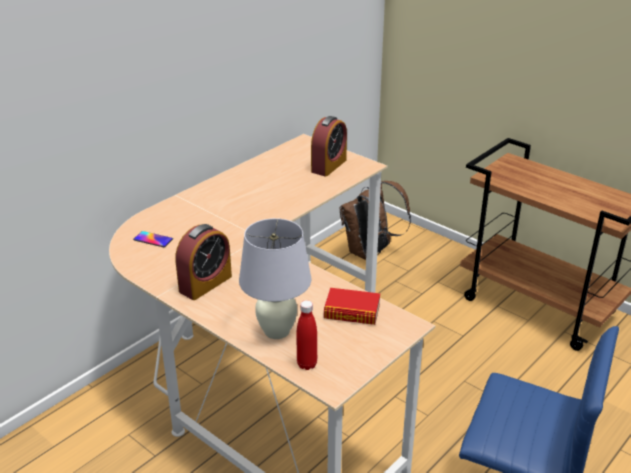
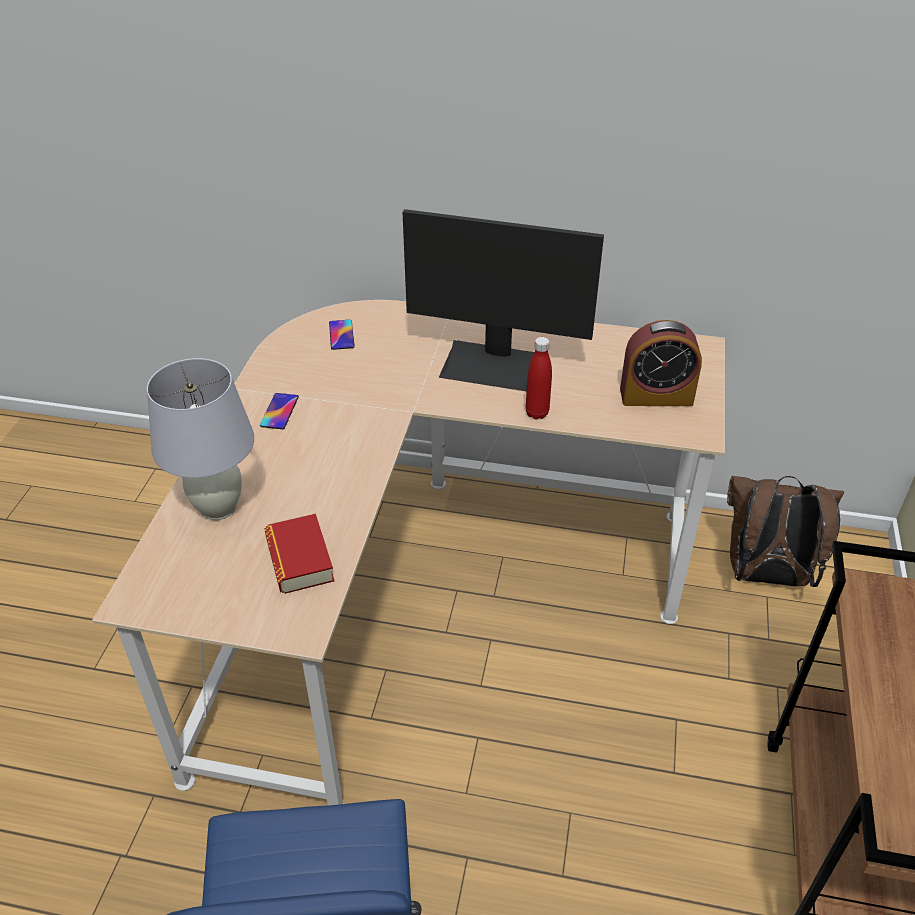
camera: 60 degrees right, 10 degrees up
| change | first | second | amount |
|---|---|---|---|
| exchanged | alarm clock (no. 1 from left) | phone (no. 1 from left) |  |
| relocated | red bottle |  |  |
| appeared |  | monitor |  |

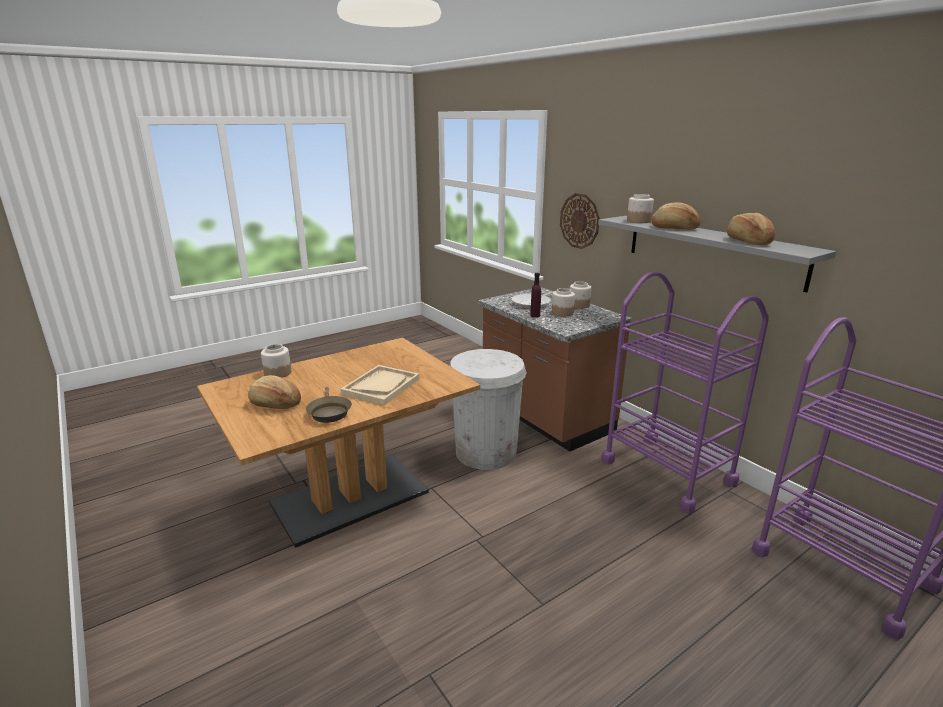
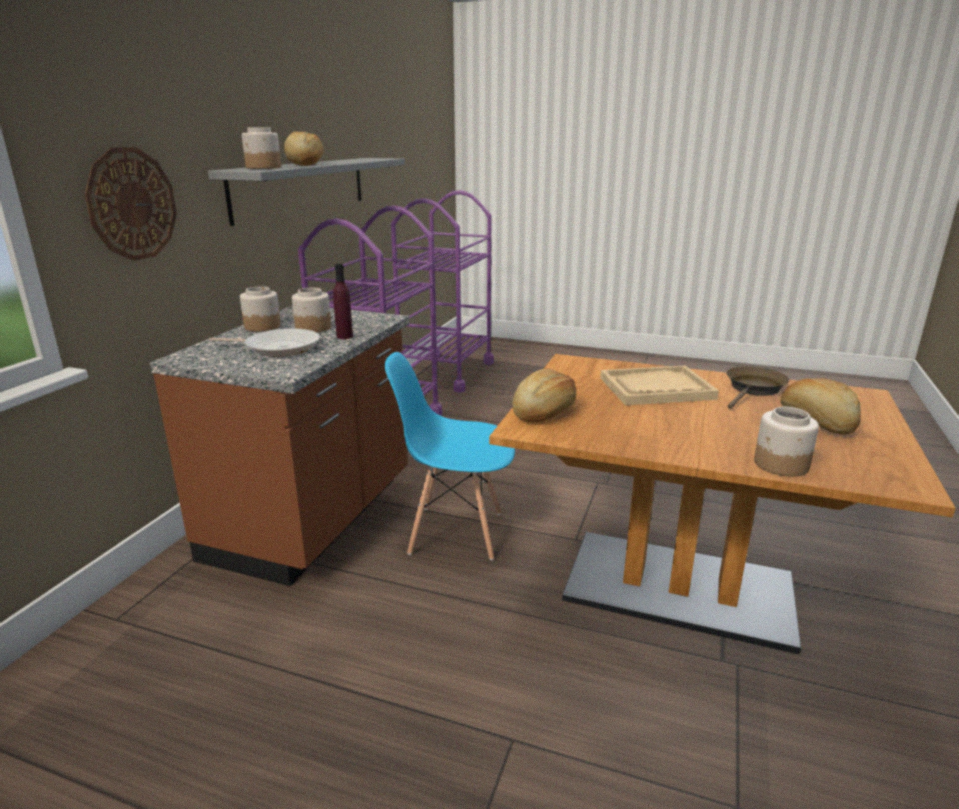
camera: 125 degrees left, 0 degrees up
| change | first | second | amount |
|---|---|---|---|
| relocated | bread (no. 3 from left in the first image) | bread (no. 2 from left) |  |
| exchanged | white trash can | blue chair |  |

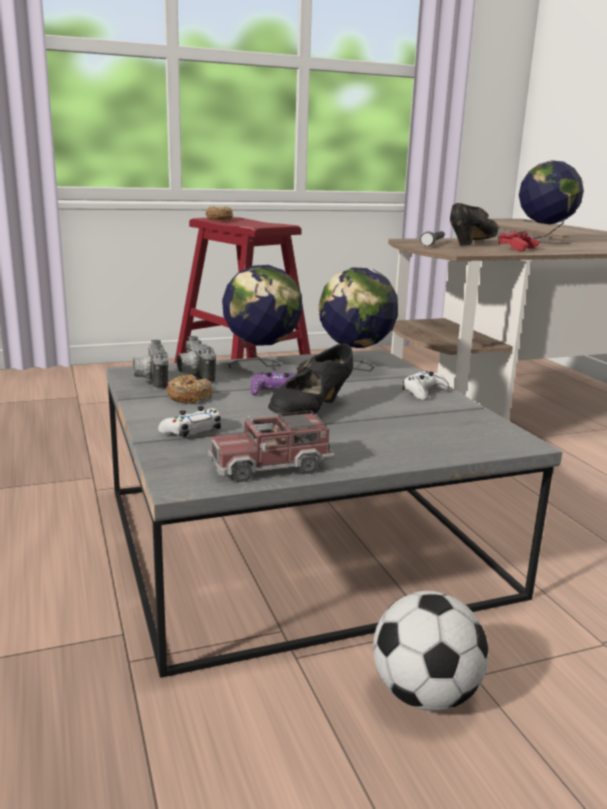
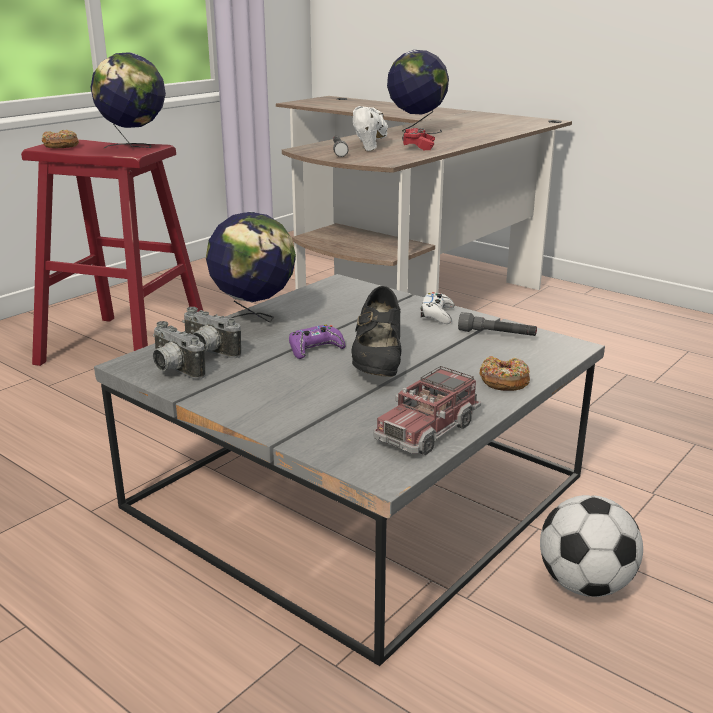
camera: 30 degrees left, 5 degrees up
| change | first | second | amount |
|---|---|---|---|
| colour | black shoe (no. 2 from left) | white shoe |  |
| relocated | globe (no. 2 from left in the first image) | globe (no. 1 from left) |  |
| relocated | donut (no. 1 from left in the first image) | donut (no. 2 from left) |  |
| missing | white game controller (no. 1 from left) |  |  |
| appeared |  | grey flashlight (no. 2 from left) |  |

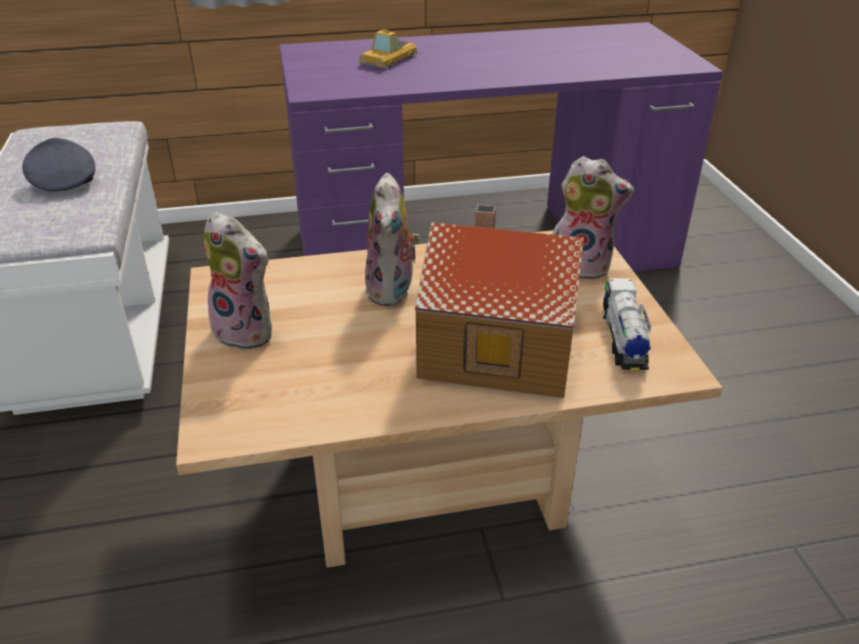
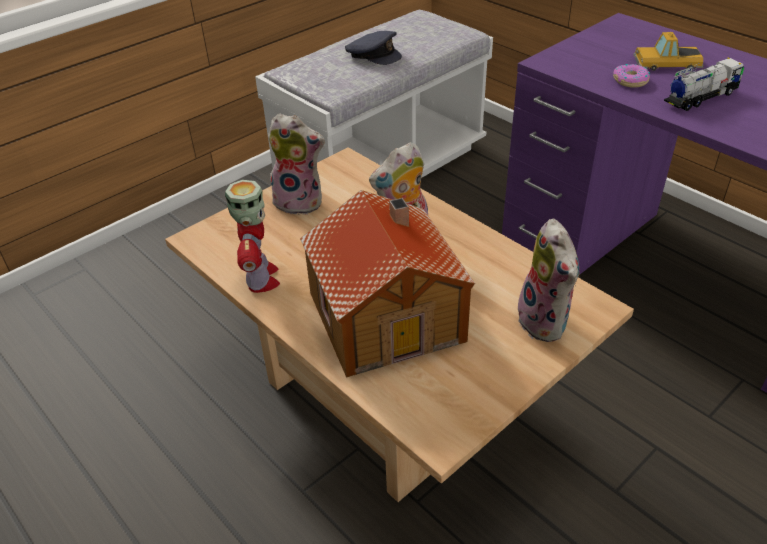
camera: 60 degrees right, 5 degrees up
| change | first | second | amount |
|---|---|---|---|
| spun | grey cap |  | 90 degrees clockwise |
| spun | plush toy (no. 1 from left) |  | 75 degrees counterclockwise |
| relocated | toy truck |  |  |
| appeared |  | donut |  |
| appeared |  | toy robot |  |

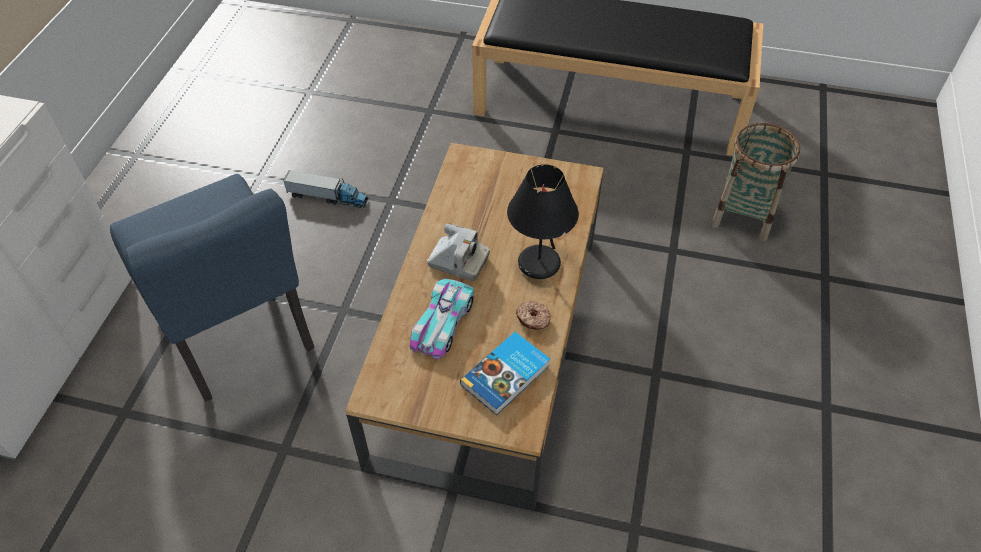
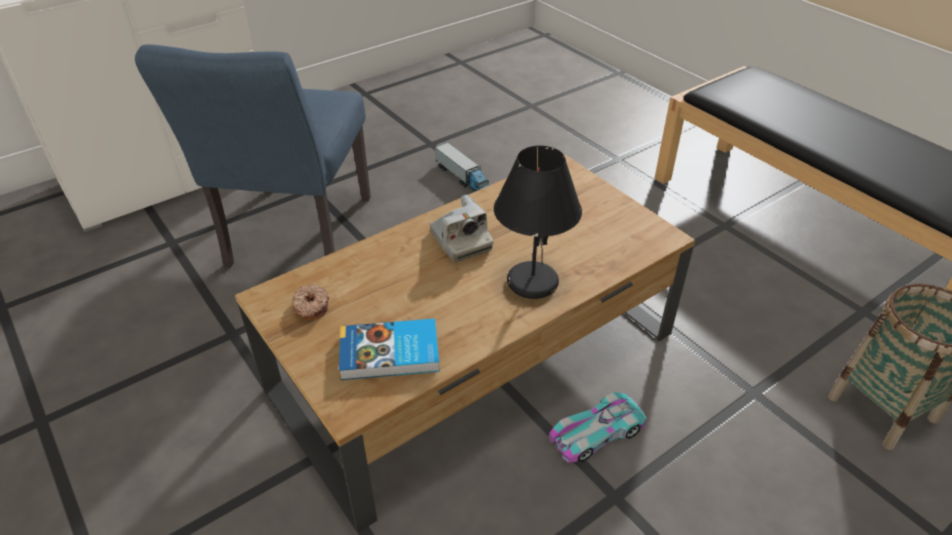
camera: 40 degrees right, 10 degrees down
| change | first | second | amount |
|---|---|---|---|
| relocated | toy car |  |  |
| relocated | donut |  |  |

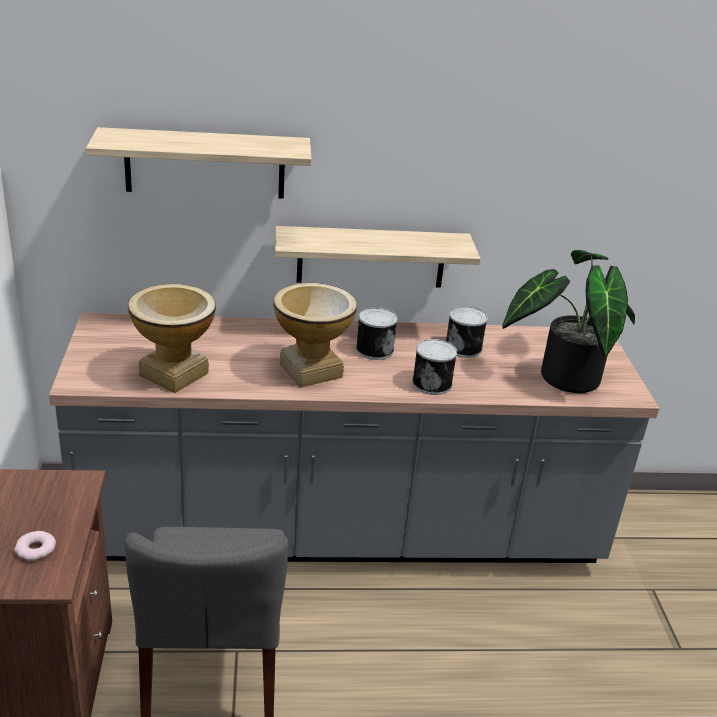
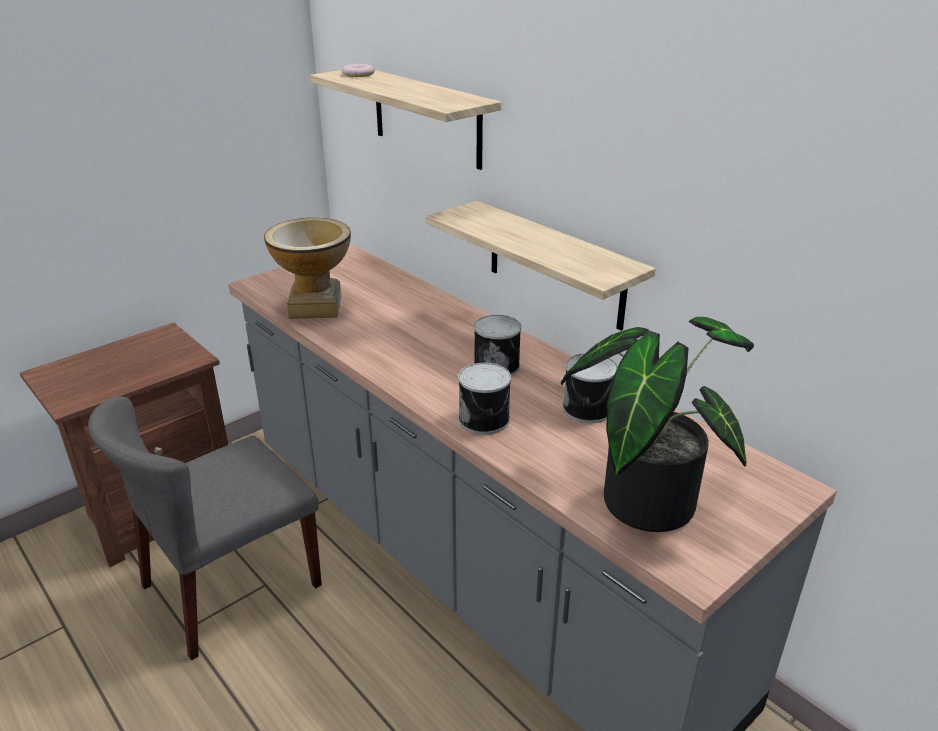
camera: 55 degrees right, 0 degrees up
| change | first | second | amount |
|---|---|---|---|
| missing | vase (no. 2 from left) |  |  |
| relocated | donut |  |  |

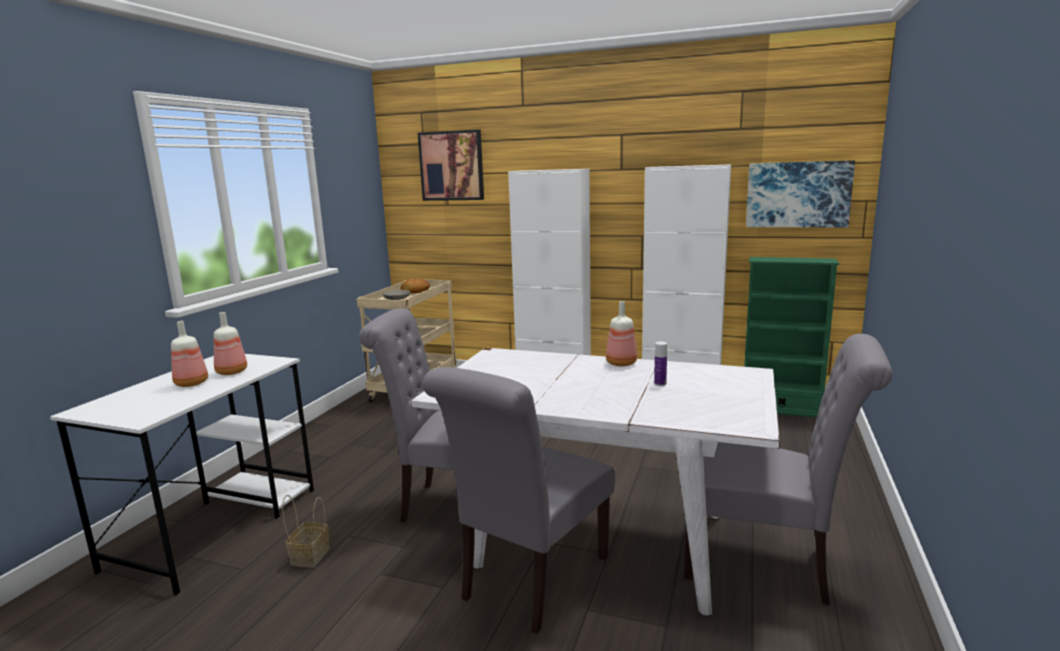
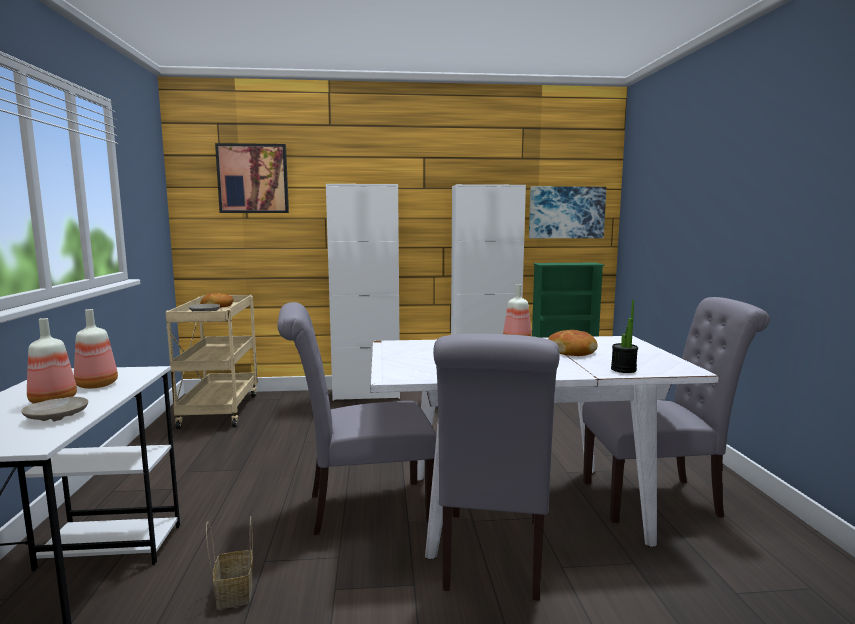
camera: 25 degrees left, 5 degrees down
| change | first | second | amount |
|---|---|---|---|
| exchanged | bottle (no. 4 from left) | bread (no. 2 from left) |  |
| appeared |  | potted plant |  |
| appeared |  | beige plate |  |

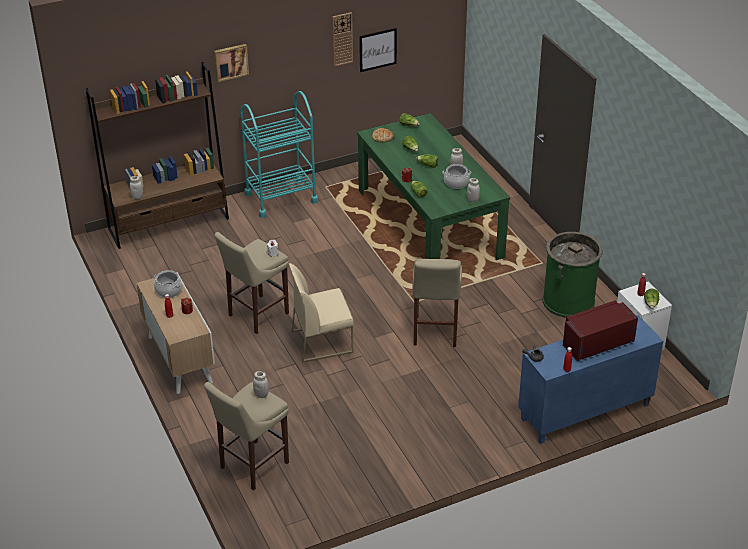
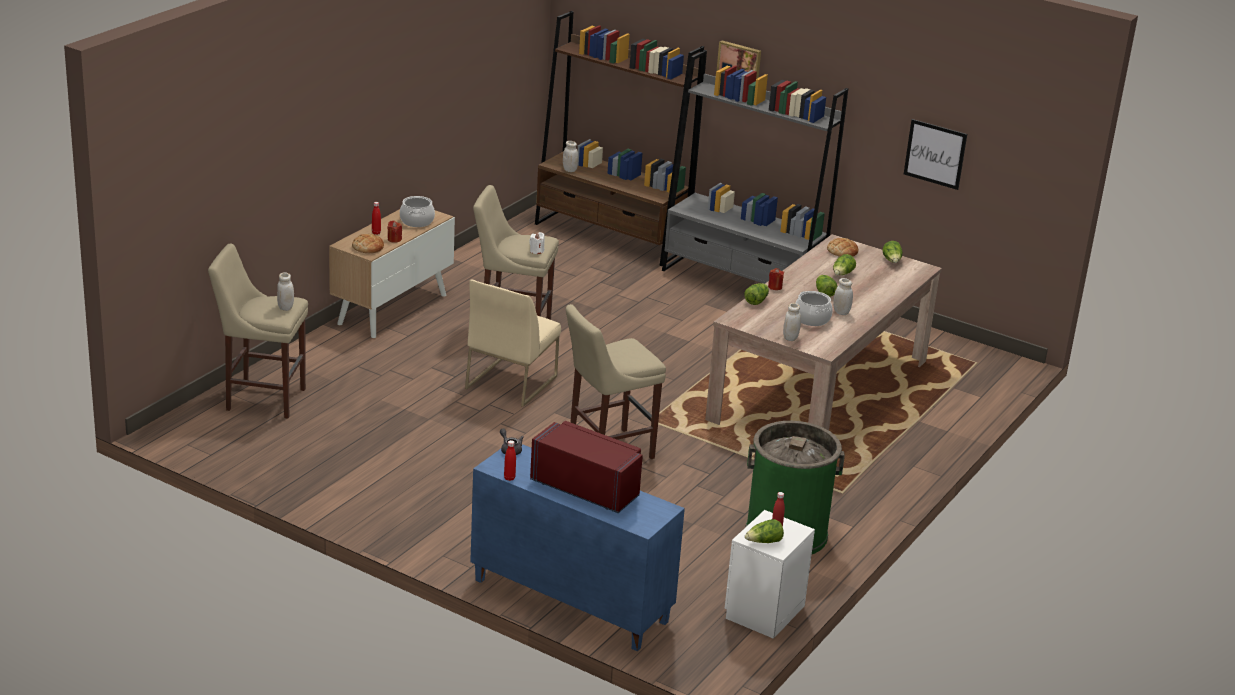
camera: 55 degrees right, 10 degrees down
| change | first | second | amount |
|---|---|---|---|
| missing | wall clock |  |  |
| exchanged | turquoise cart | grey bookcase |  |
| colour | green dining table | beige dining table |  |
| spun | beige chair |  | 105 degrees counterclockwise |
| appeared |  | bread (no. 1 from left) |  |

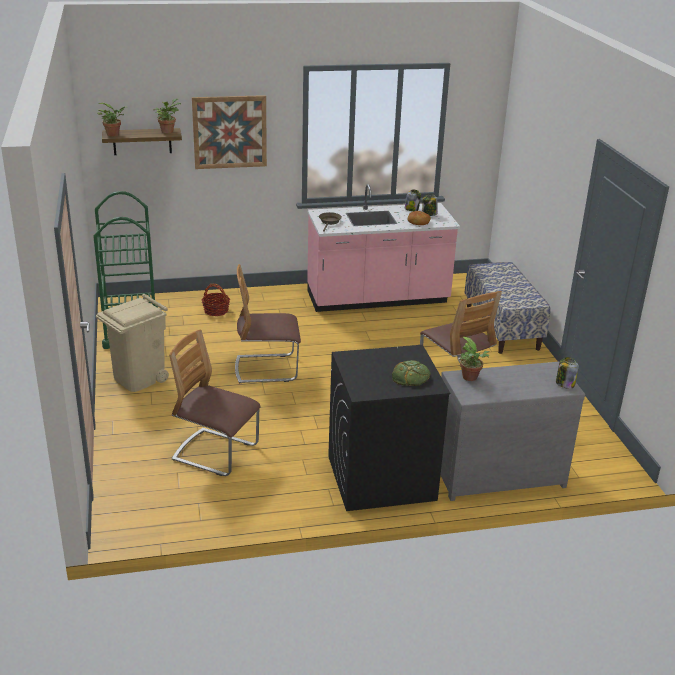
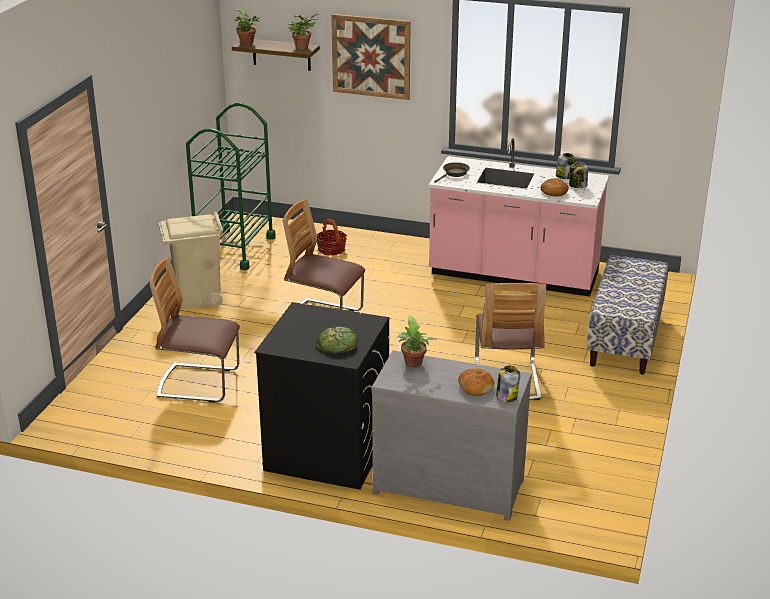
camera: 30 degrees right, 0 degrees up
| change | first | second | amount |
|---|---|---|---|
| spun | chair (no. 1 from left) |  | 45 degrees counterclockwise |
| appeared |  | bread (no. 2 from left) |  |

